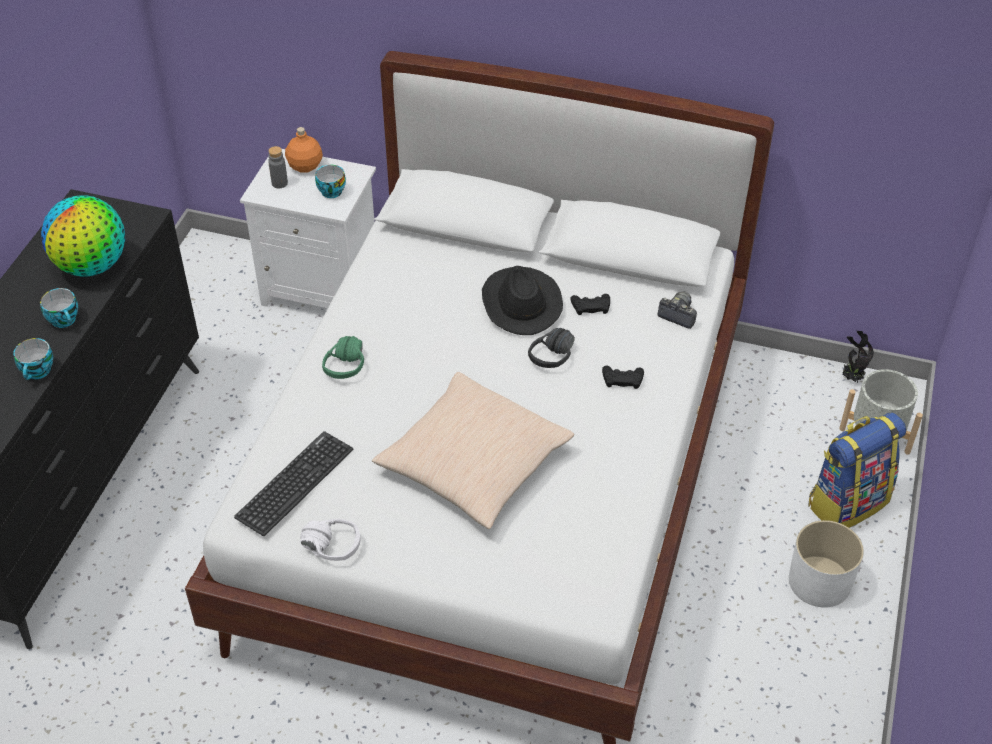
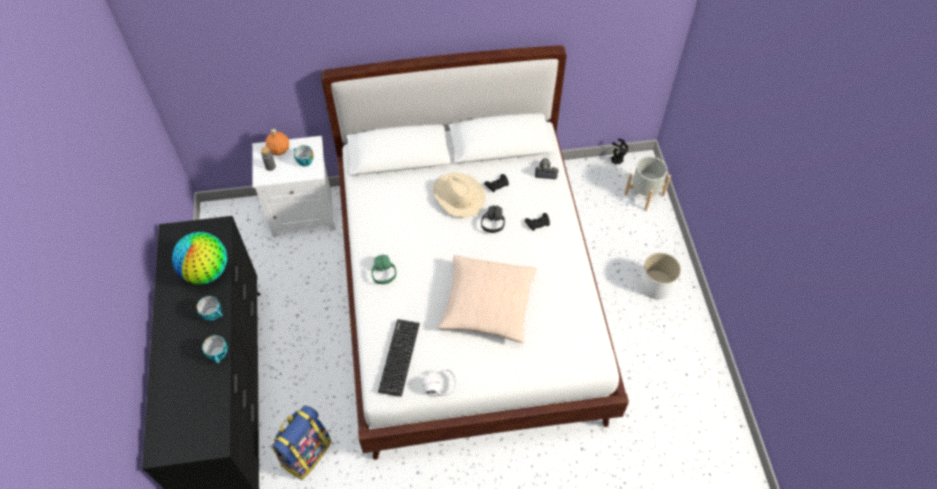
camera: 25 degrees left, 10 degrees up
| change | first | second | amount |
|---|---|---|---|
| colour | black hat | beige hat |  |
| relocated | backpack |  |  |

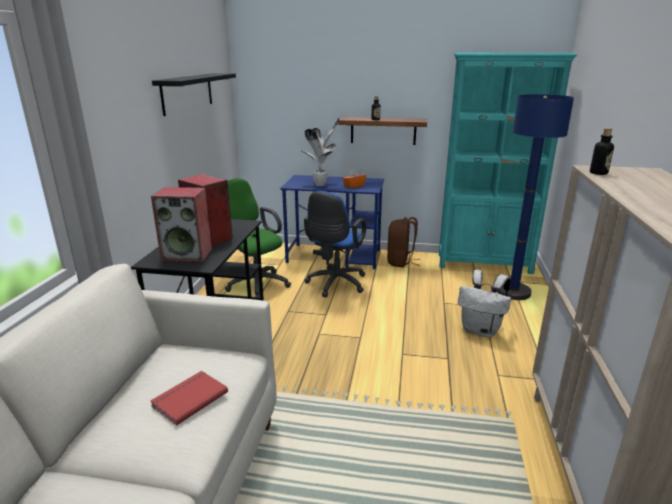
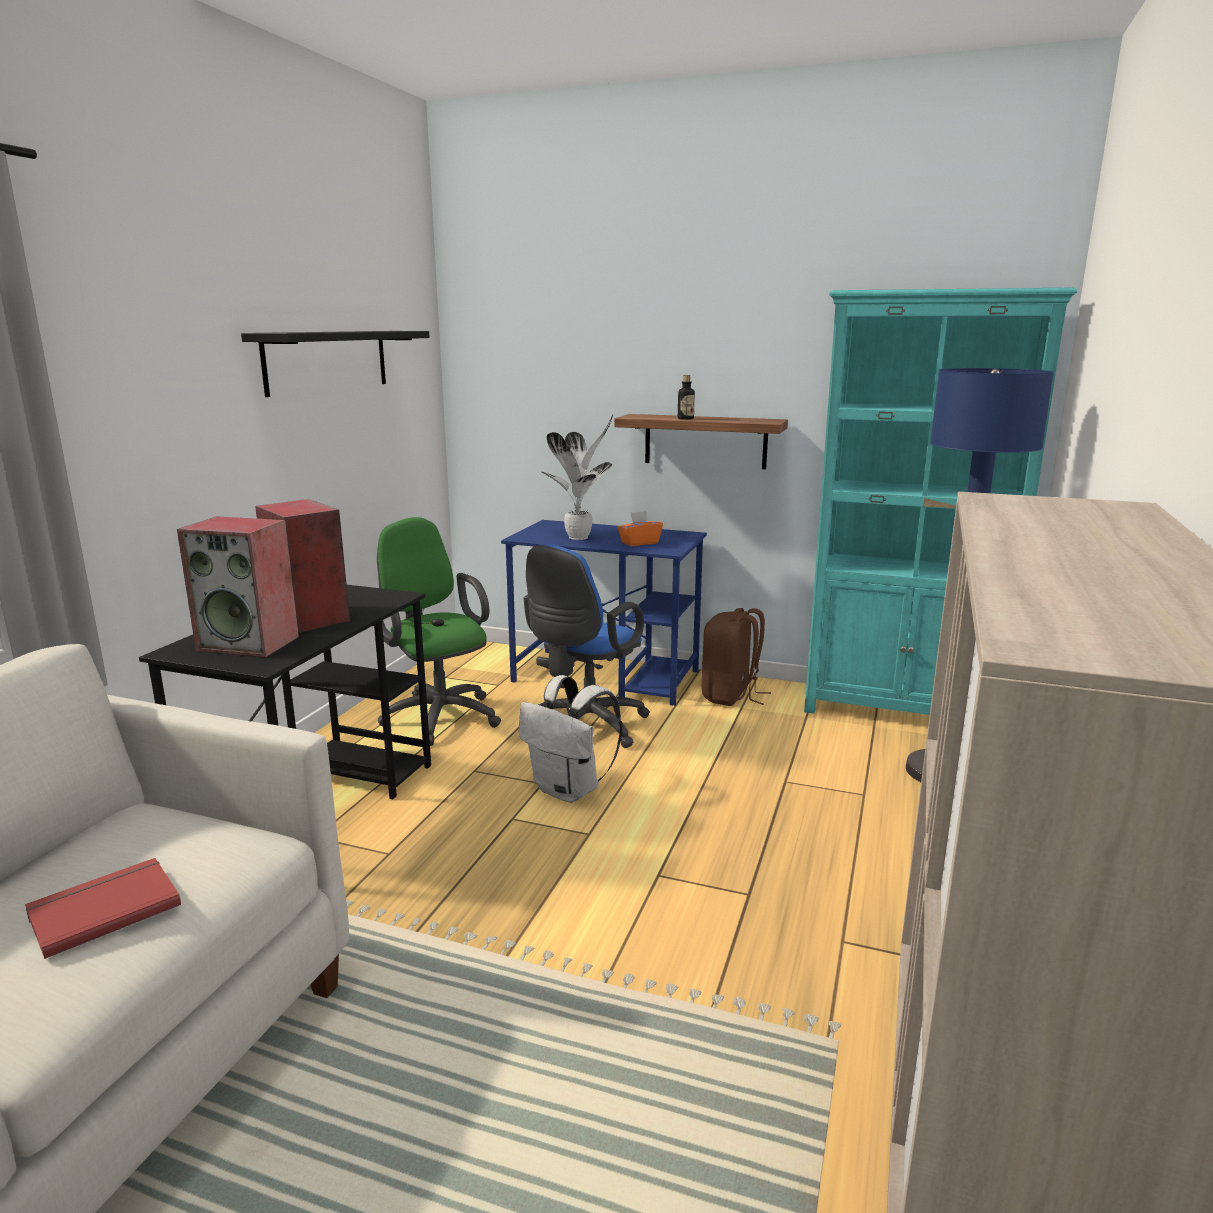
camera: 10 degrees right, 5 degrees down
| change | first | second | amount |
|---|---|---|---|
| missing | bottle (no. 2 from left) |  |  |
| relocated | white backpack |  |  |

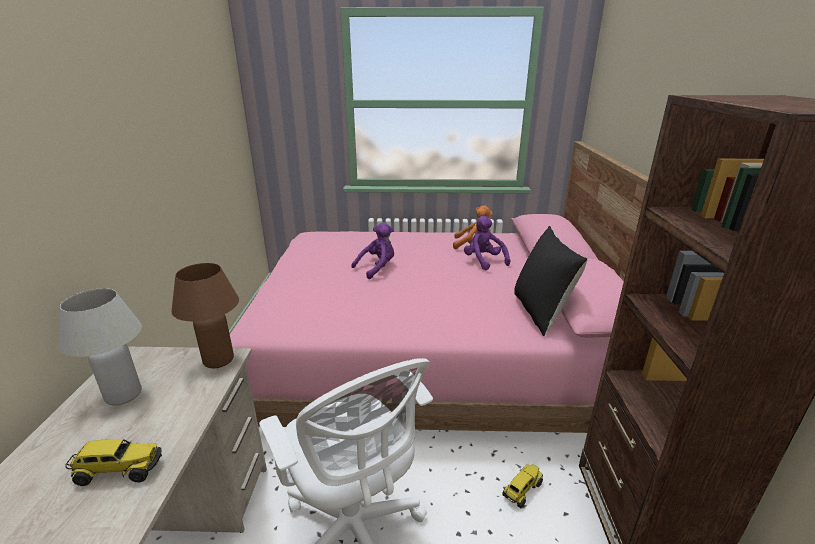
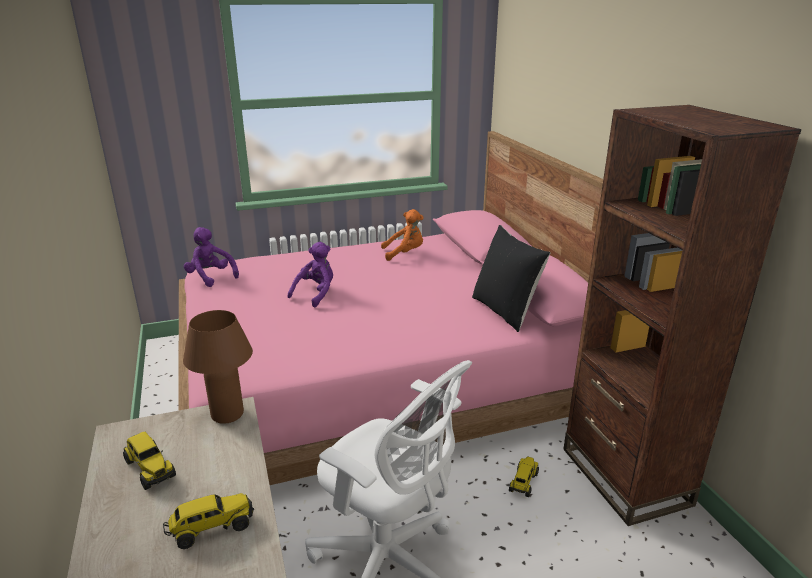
camera: 20 degrees left, 0 degrees up
| change | first | second | amount |
|---|---|---|---|
| relocated | purple plush toy (no. 2 from left in the first image) | purple plush toy (no. 1 from left) |  |
| exchanged | white table lamp | toy truck (no. 1 from left) |  |

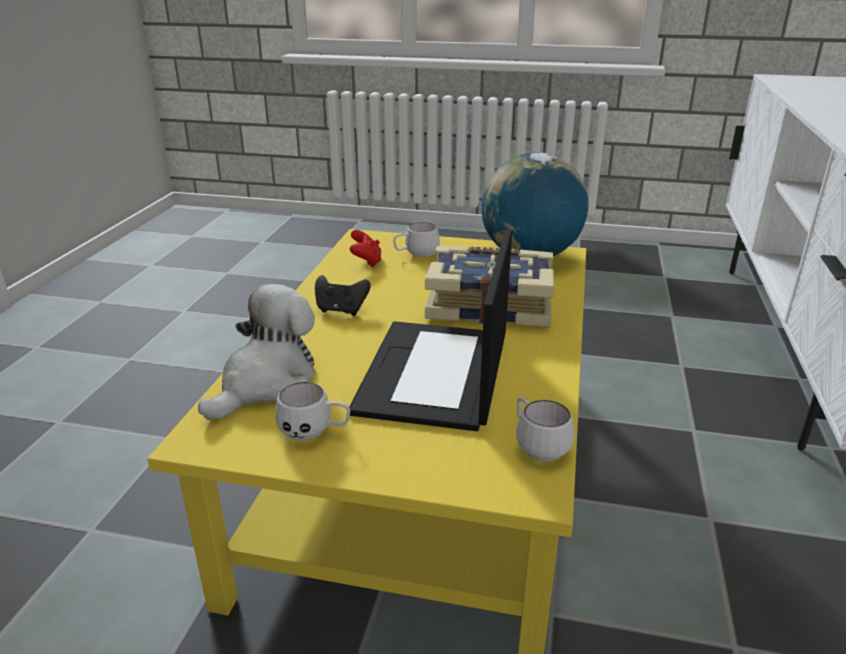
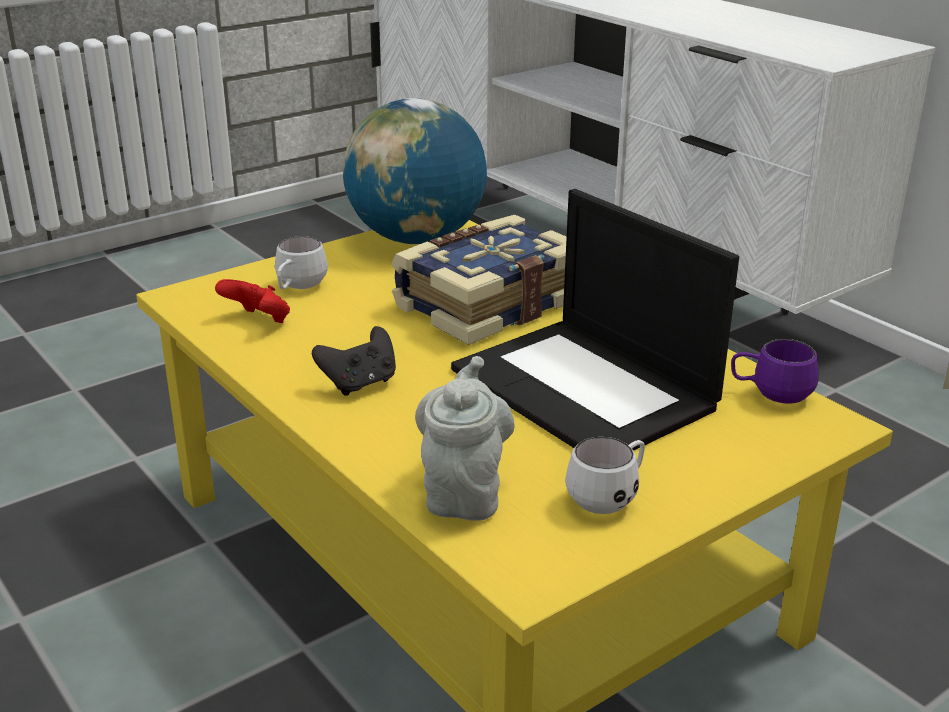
camera: 50 degrees left, 0 degrees up
| change | first | second | amount |
|---|---|---|---|
| exchanged | plush toy | grey teapot |  |
| colour | white mug (no. 3 from left) | purple mug |  |

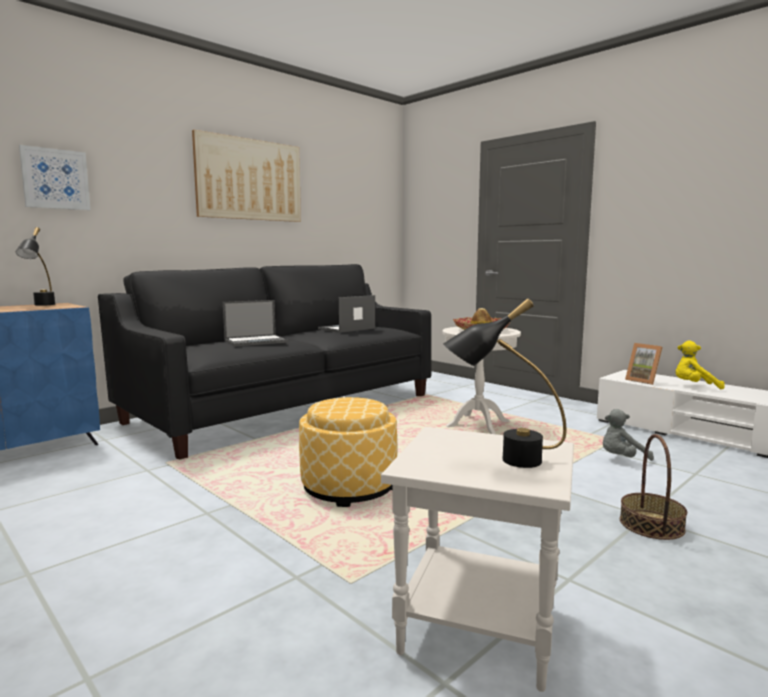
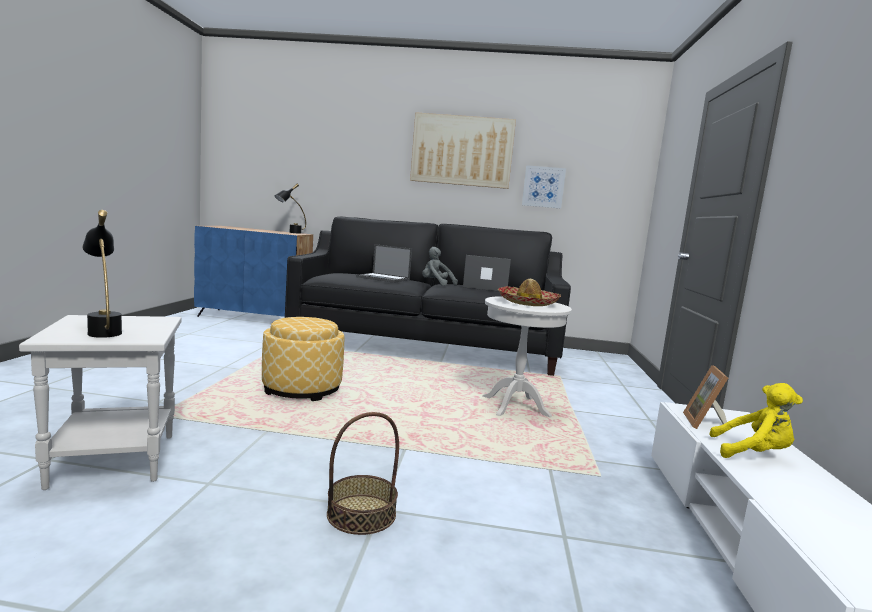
camera: 50 degrees right, 0 degrees up
| change | first | second | amount |
|---|---|---|---|
| relocated | picture (no. 1 from left in the first image) | picture (no. 2 from left) |  |
| spun | yellow plush toy |  | 135 degrees clockwise |
| relocated | grey plush toy |  |  |

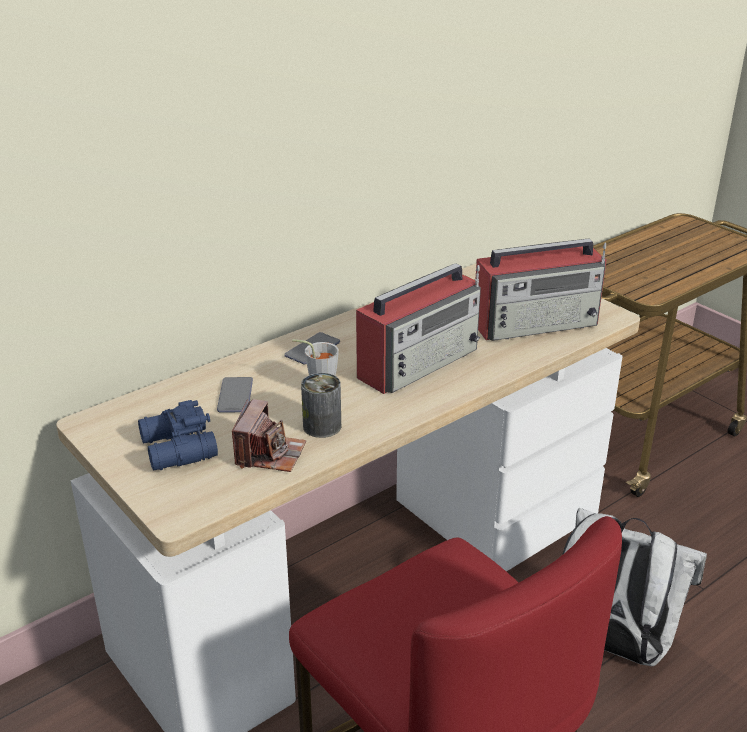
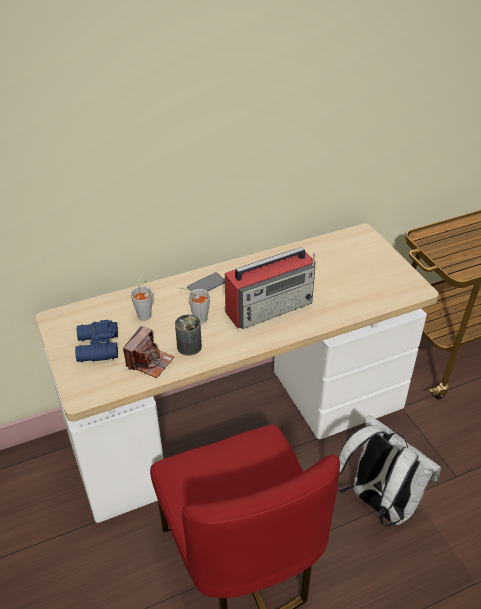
camera: 15 degrees right, 10 degrees up
| change | first | second | amount |
|---|---|---|---|
| missing | radio (no. 2 from left) |  |  |
| exchanged | phone (no. 1 from left) | grey cup (no. 1 from left) |  |

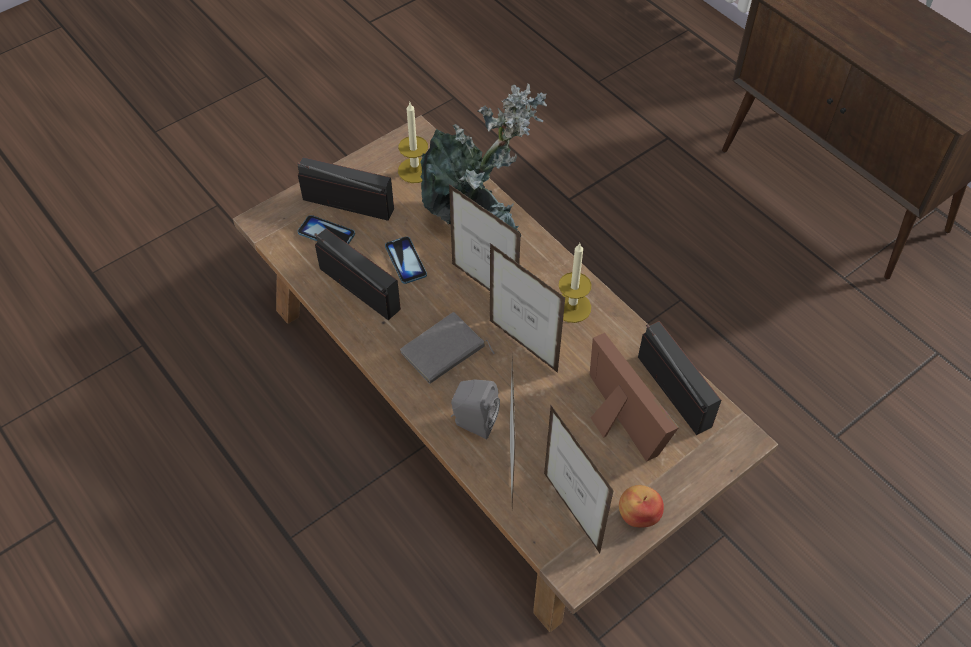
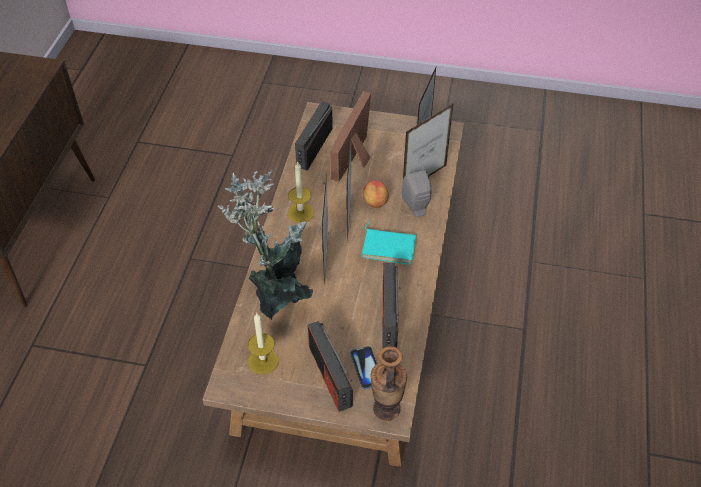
camera: 130 degrees left, 5 degrees down
| change | first | second | amount |
|---|---|---|---|
| missing | phone (no. 2 from left) |  |  |
| colour | grey book | turquoise book |  |
| relocated | apple |  |  |
| appeared |  | vase |  |

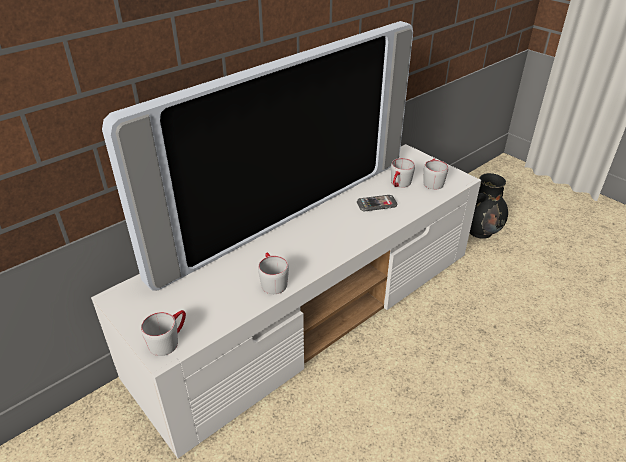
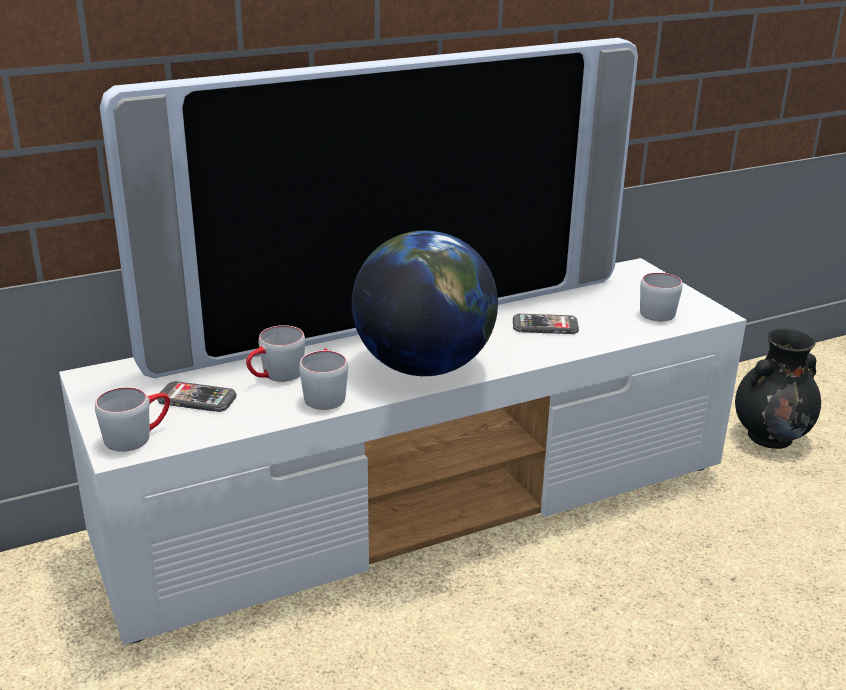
camera: 15 degrees right, 10 degrees down
| change | first | second | amount |
|---|---|---|---|
| relocated | grey mug (no. 3 from left in the first image) | grey mug (no. 2 from left) |  |
| appeared |  | globe |  |
| appeared |  | phone (no. 1 from left) |  |

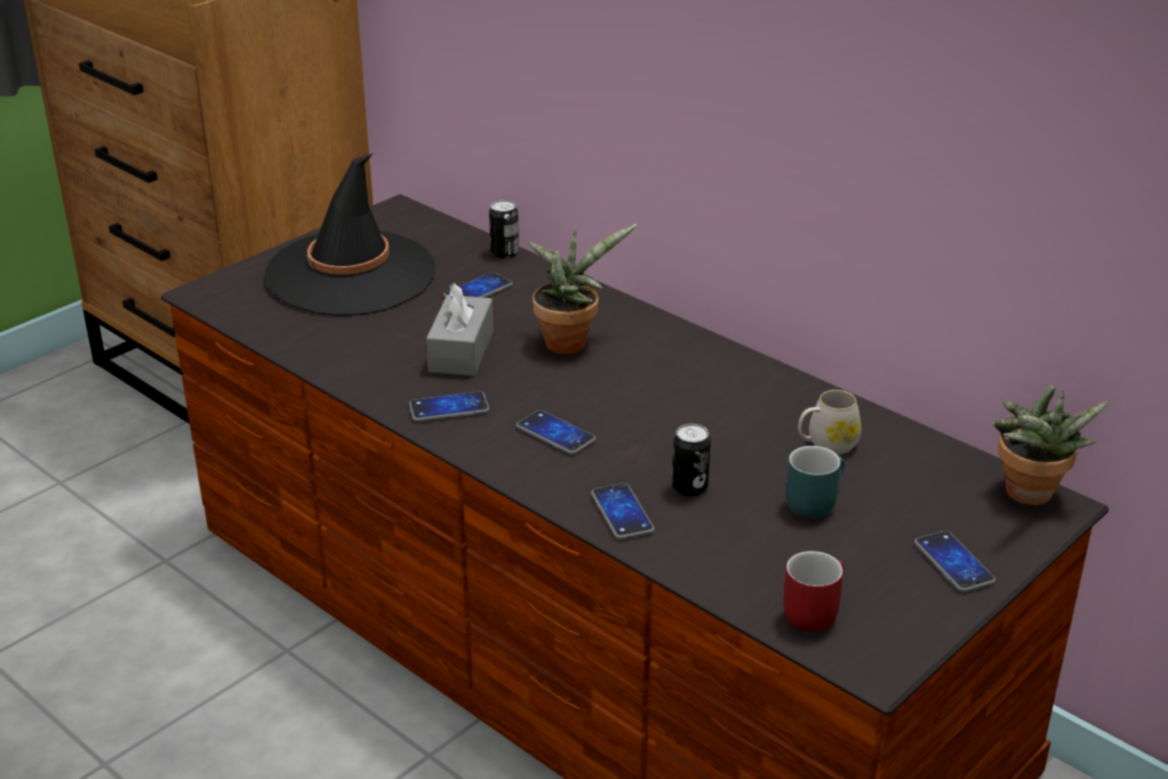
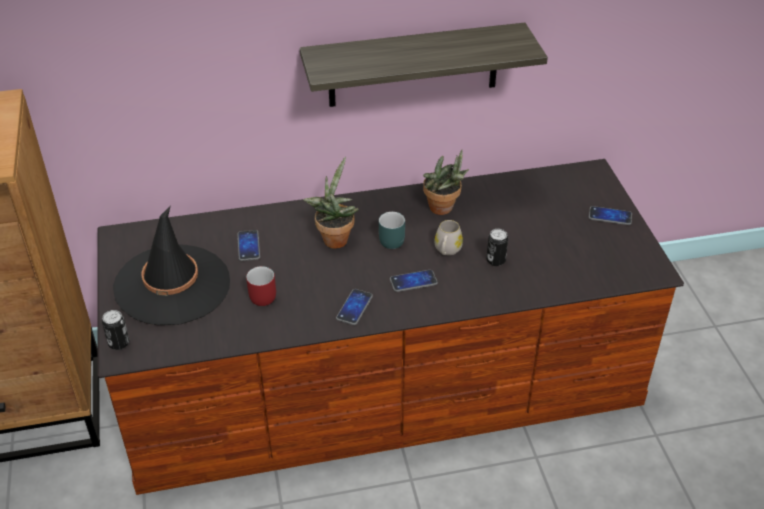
camera: 55 degrees left, 10 degrees up
| change | first | second | amount |
|---|---|---|---|
| relocated | can (no. 1 from left) |  |  |
| missing | grey tissue box |  |  |
| relocated | potted plant (no. 2 from left) |  |  |
| relocated | white mug |  |  |
| relocated | turquoise mug |  |  |
| missing | phone (no. 4 from left) |  |  |
| relocated | red mug |  |  |
| appeared |  | shelf |  |

